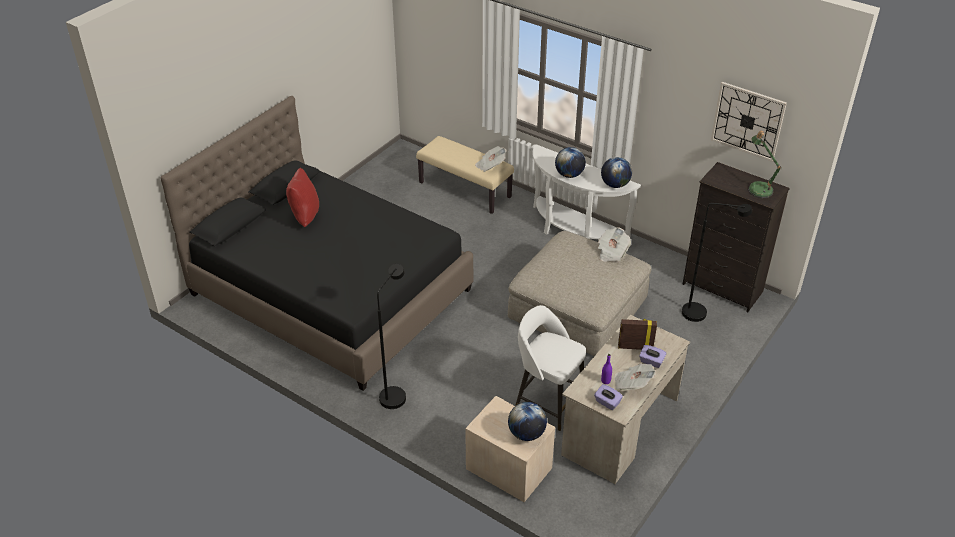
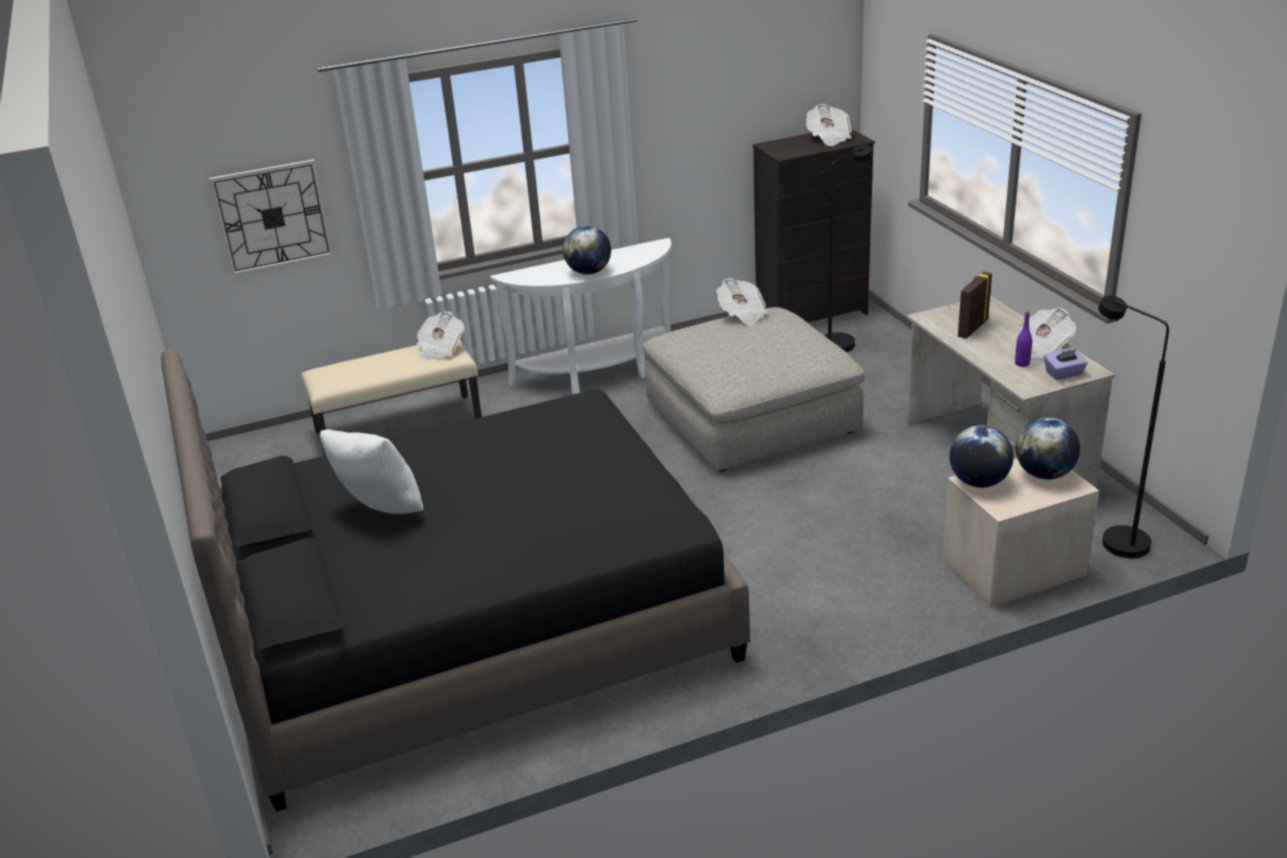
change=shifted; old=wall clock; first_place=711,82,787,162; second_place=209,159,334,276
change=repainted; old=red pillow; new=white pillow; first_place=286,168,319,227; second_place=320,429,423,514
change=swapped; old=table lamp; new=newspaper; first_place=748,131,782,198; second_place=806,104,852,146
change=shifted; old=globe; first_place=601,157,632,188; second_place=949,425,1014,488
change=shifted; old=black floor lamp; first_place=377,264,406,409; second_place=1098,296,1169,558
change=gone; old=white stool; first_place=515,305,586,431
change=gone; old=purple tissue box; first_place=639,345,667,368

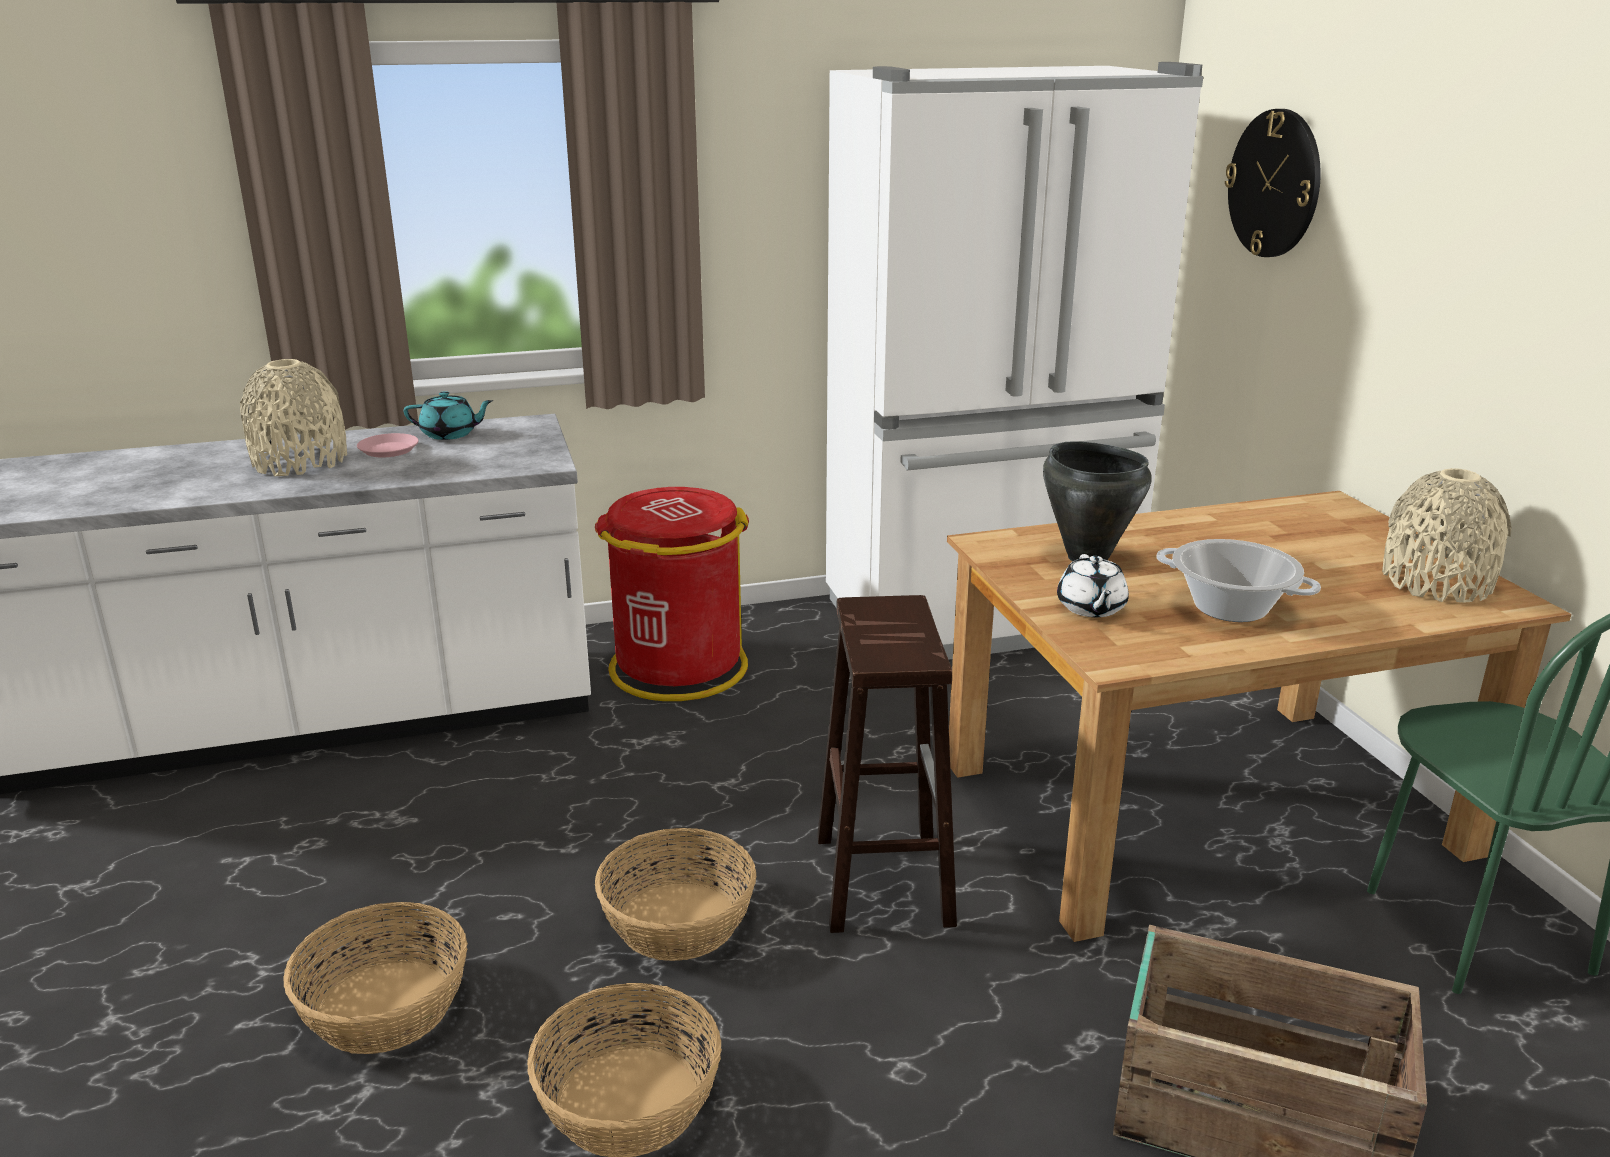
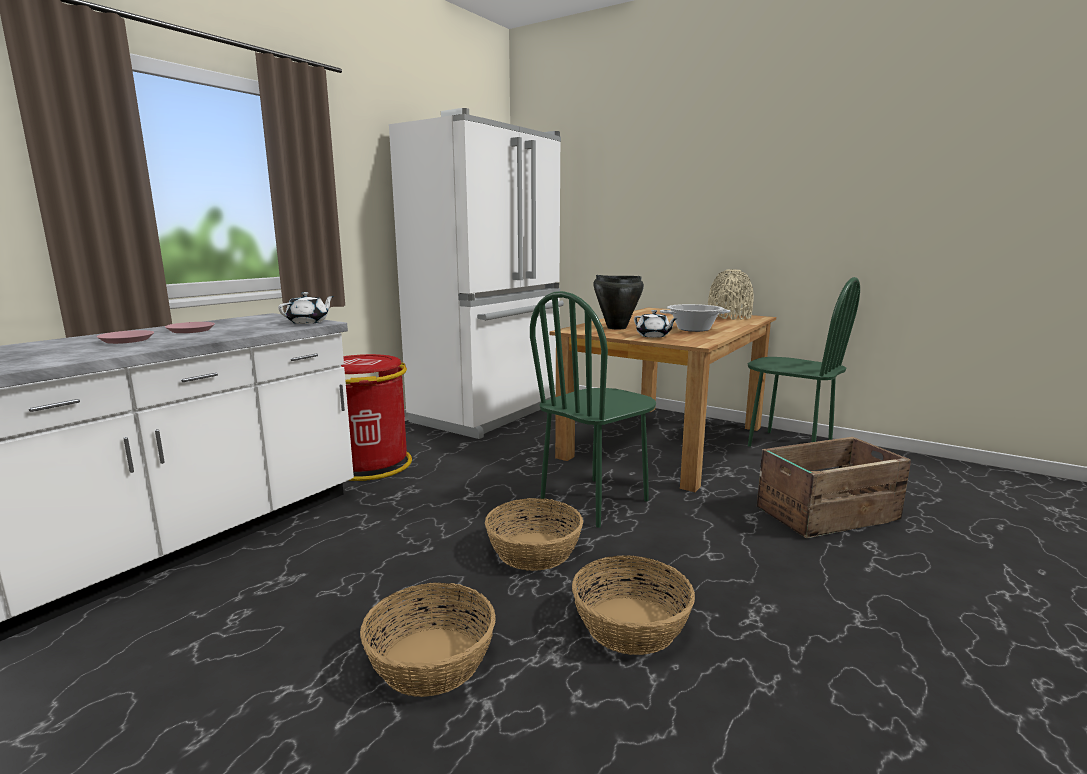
change=swapped; old=beige vase; new=pink plate; first_place=240,359,347,476; second_place=97,330,154,344
change=new; new=white teapot; second_place=278,292,334,324
change=swapped; old=brown stool; new=green chair; first_place=817,595,957,933; second_place=530,291,656,528
change=gone; old=turquoise teapot; first_place=404,391,494,440
change=gone; old=wall clock; first_place=1225,109,1321,257

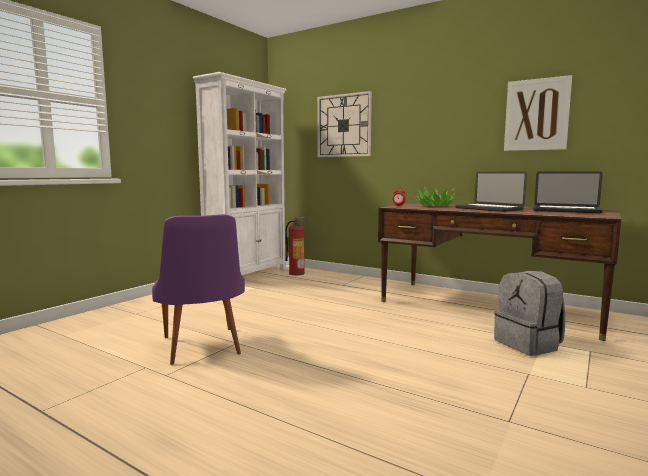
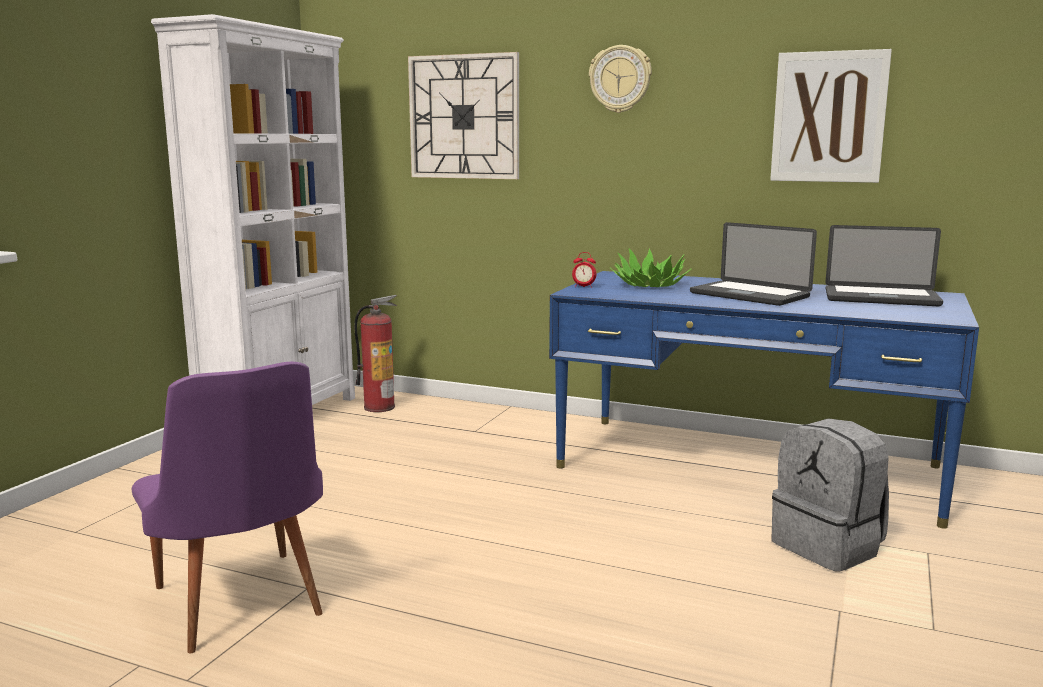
change=repainted; old=brown desk; new=blue desk; first_place=378,203,621,341; second_place=549,271,979,529
change=new; new=wall clock; second_place=589,45,652,113

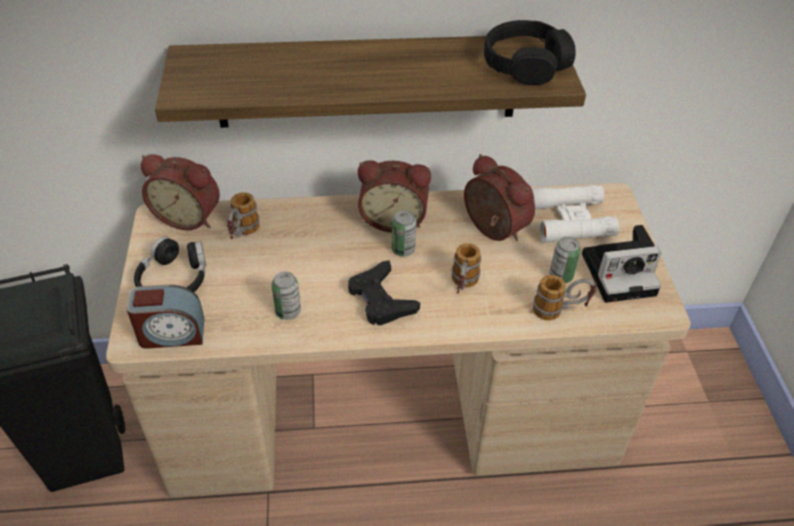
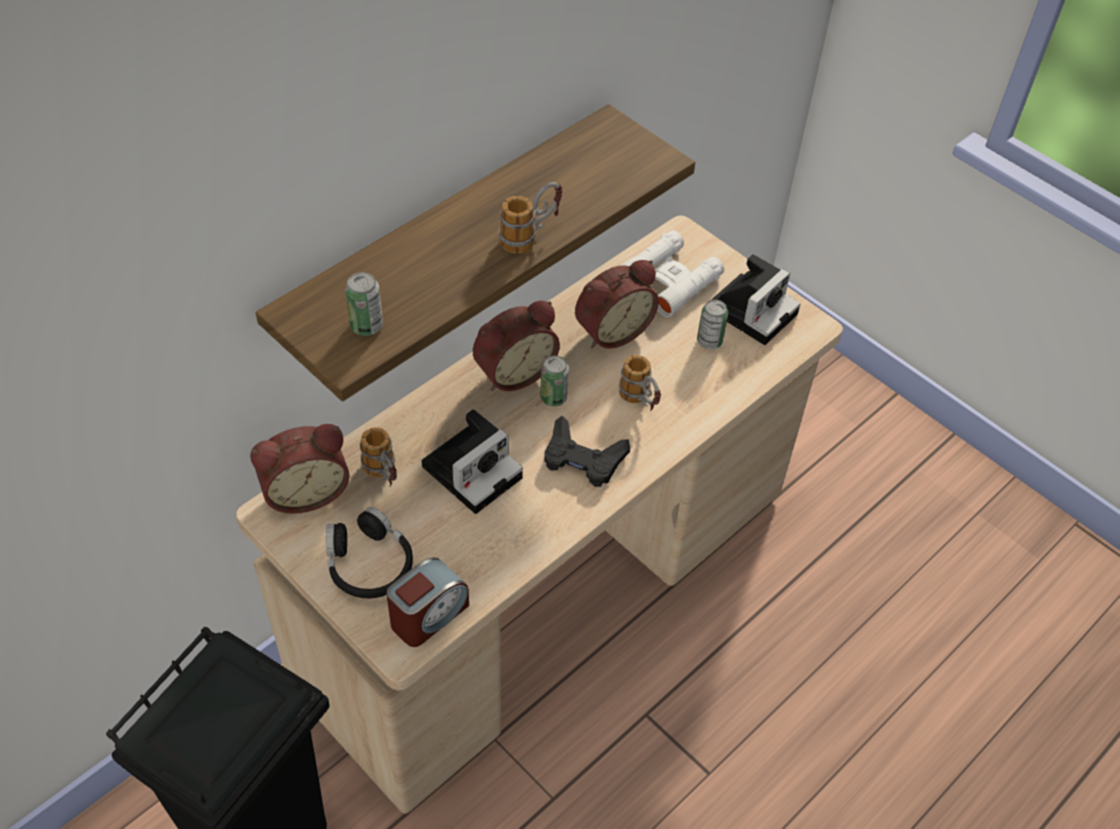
change=shifted; old=can; first_place=272,271,301,320; second_place=345,272,383,336
change=new; new=photo camera; second_place=422,409,523,514
change=shifted; old=mug; first_place=533,275,597,321; second_place=499,182,562,254
change=rotated; old=alarm clock; first_place=464,154,535,241; second_place=575,260,659,349; degrees=135
change=gone; old=black headphones; first_place=484,20,576,85

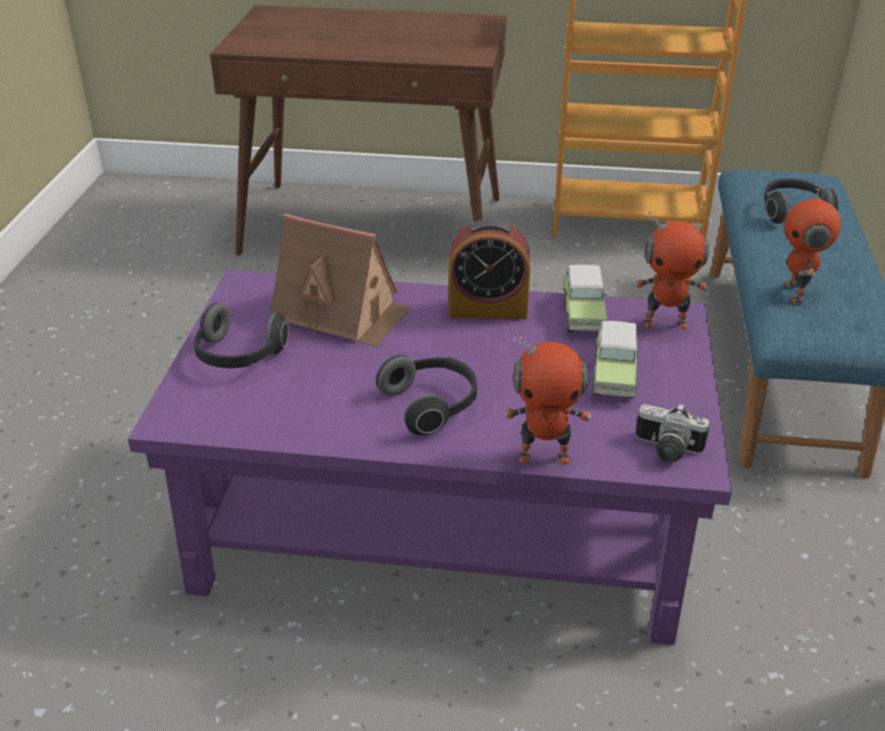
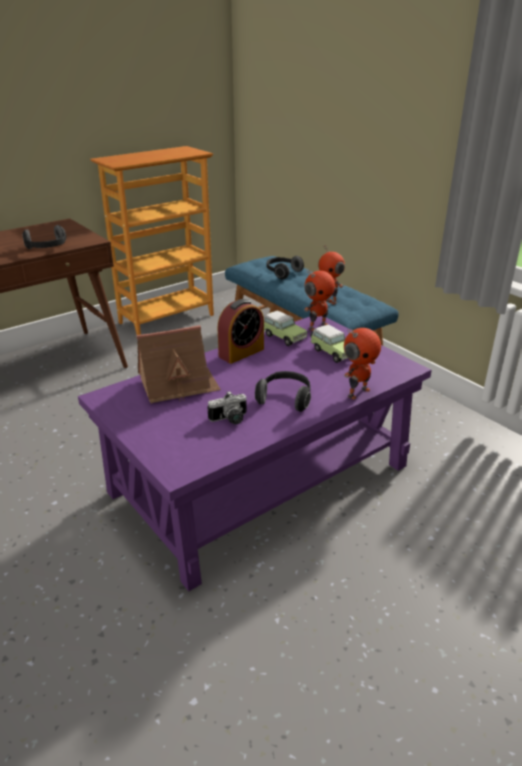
change=shifted; old=headphones; first_place=194,303,289,368; second_place=22,225,66,249
change=shifted; old=photo camera; first_place=636,403,709,463; second_place=207,392,247,424

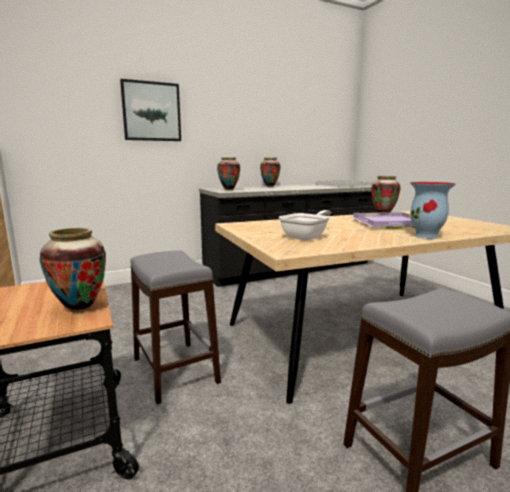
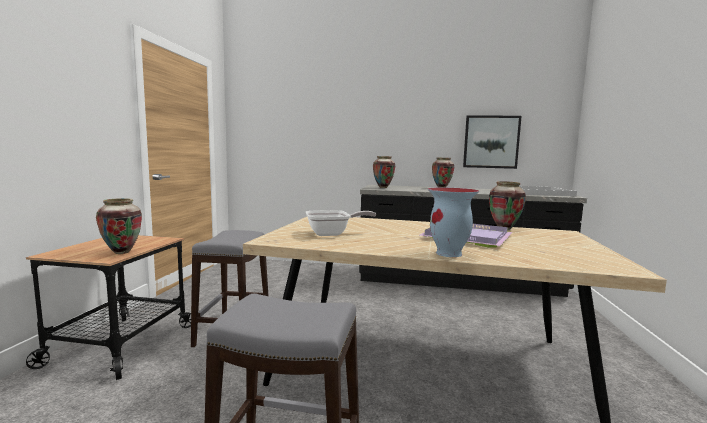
change=shifted; old=picture; first_place=120,79,181,141; second_place=463,115,522,169

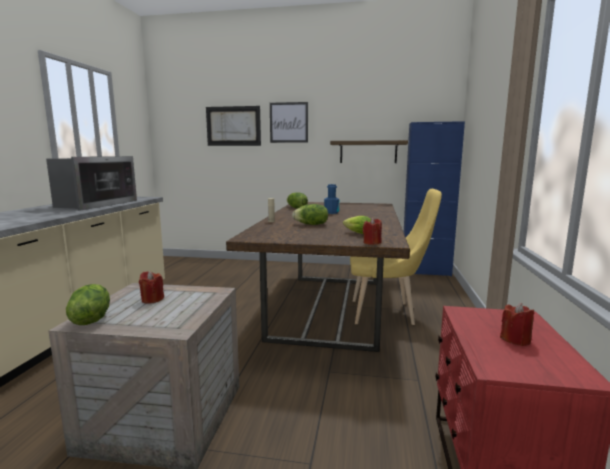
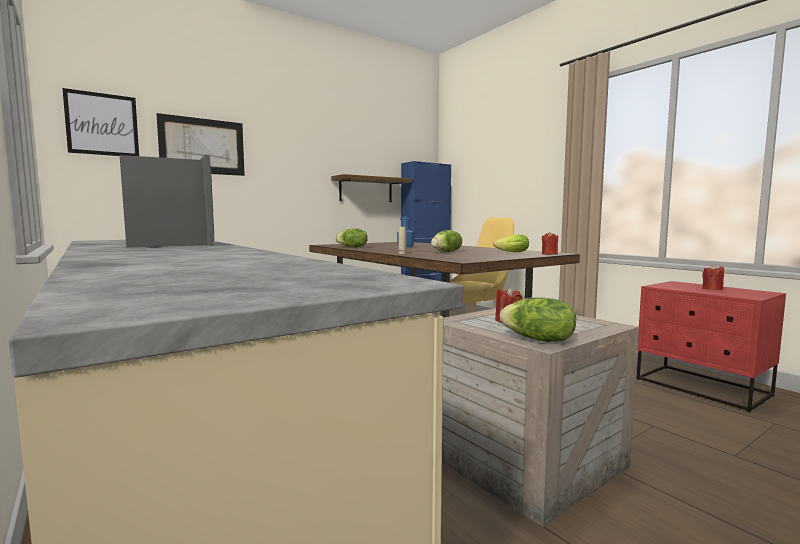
change=shifted; old=picture; first_place=270,102,308,143; second_place=62,88,139,156

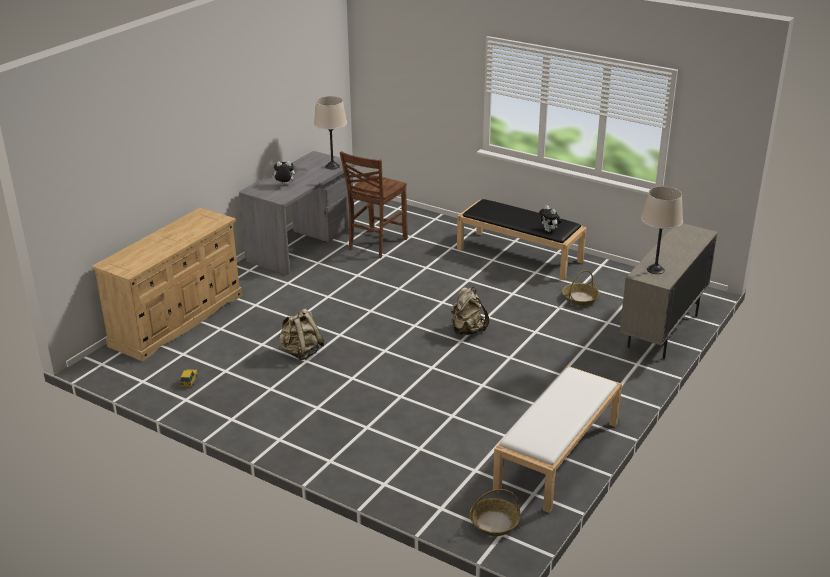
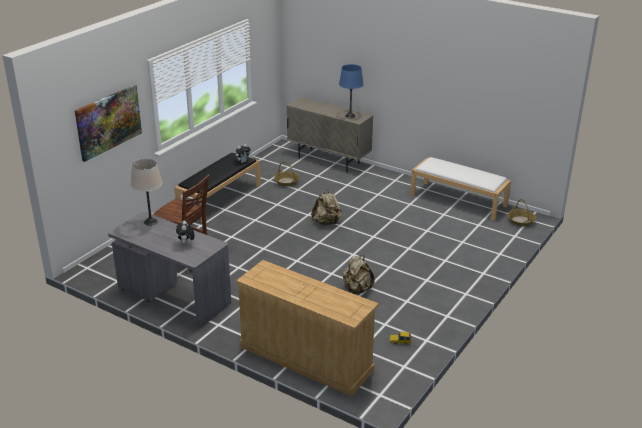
change=new; new=picture; second_place=75,85,142,162
change=repainted; old=beige table lamp; new=blue table lamp; first_place=641,186,683,274; second_place=339,64,364,118

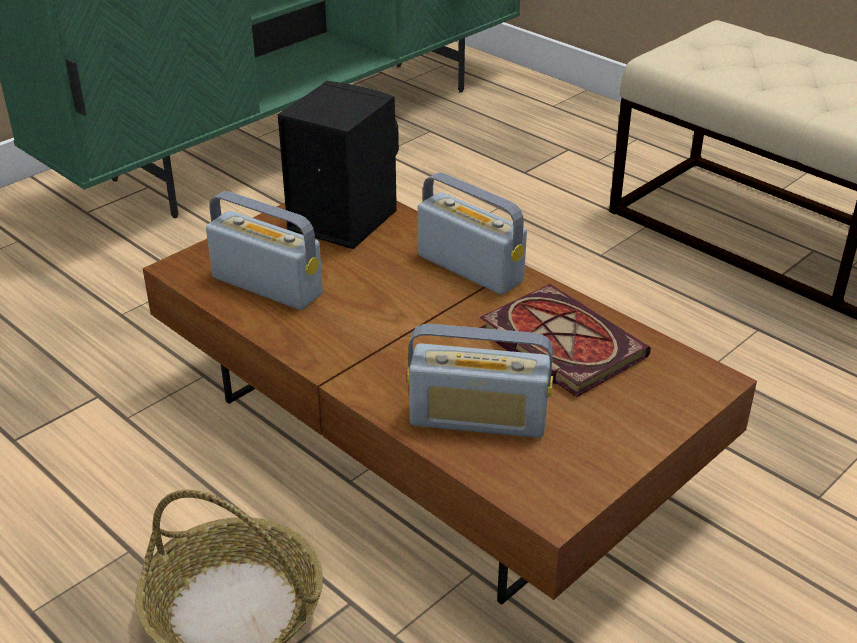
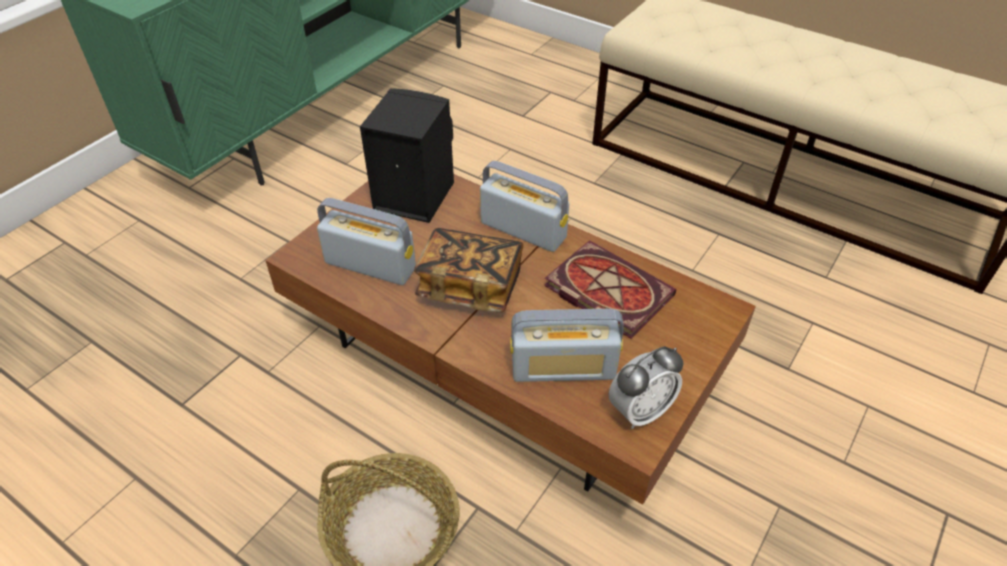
change=new; new=book; second_place=414,228,523,312
change=new; new=alarm clock; second_place=609,346,684,429

